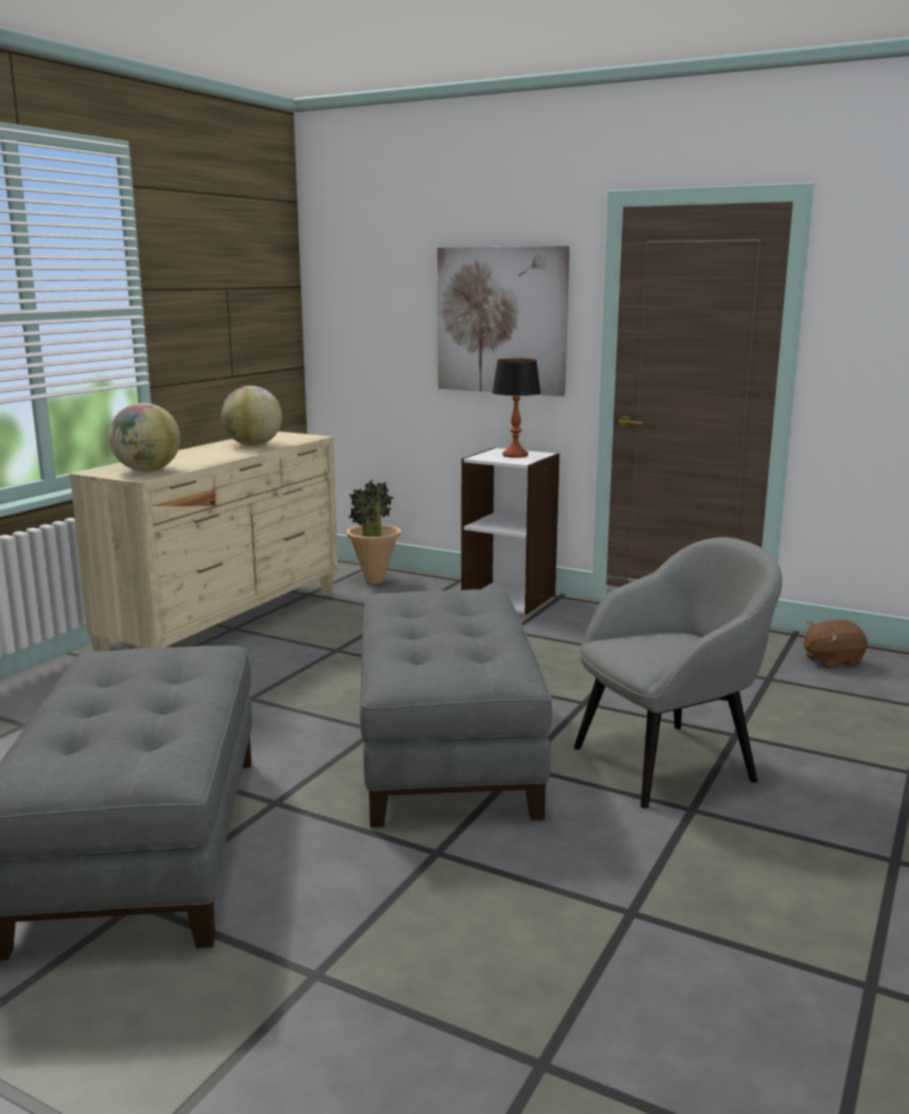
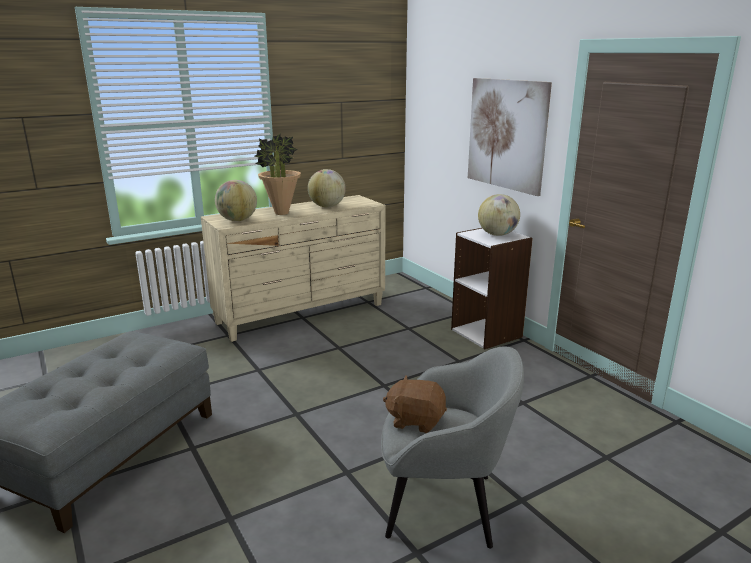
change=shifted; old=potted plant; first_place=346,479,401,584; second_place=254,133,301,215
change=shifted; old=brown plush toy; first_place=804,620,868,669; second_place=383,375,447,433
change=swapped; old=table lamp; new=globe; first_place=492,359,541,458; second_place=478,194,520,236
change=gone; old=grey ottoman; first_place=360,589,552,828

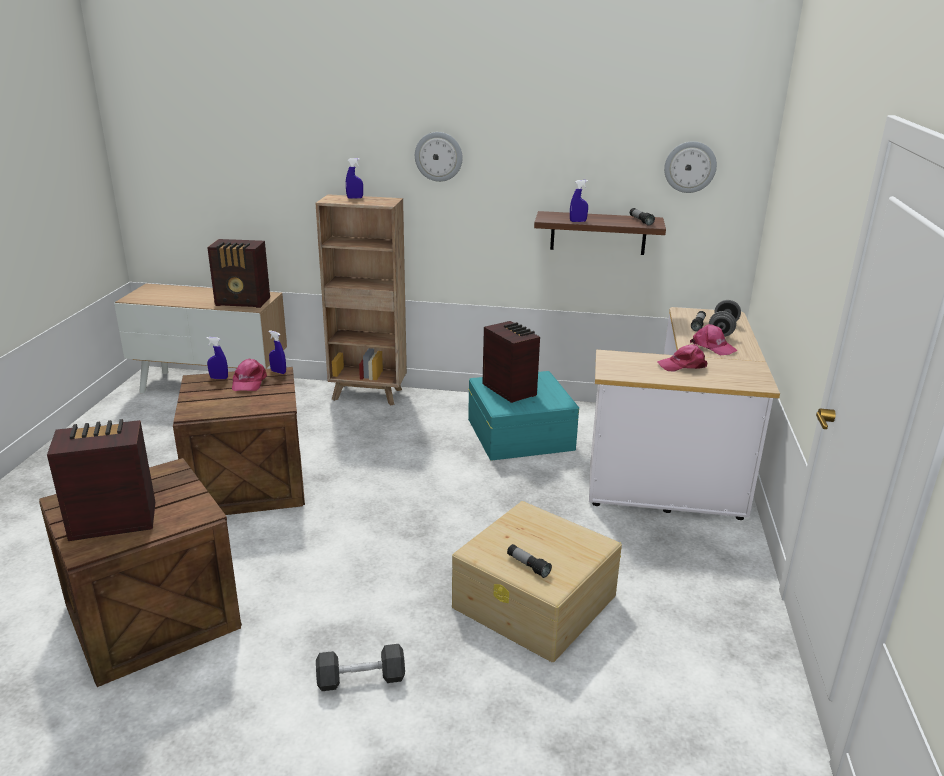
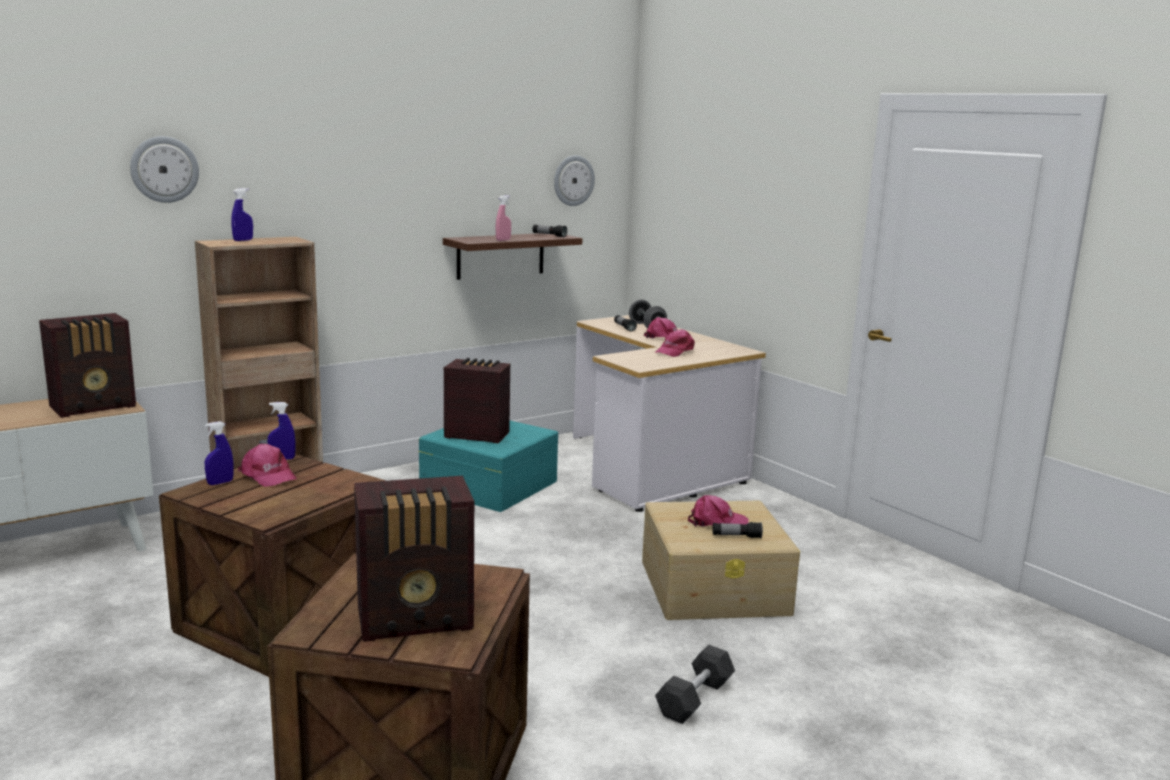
change=shifted; old=wall clock; first_place=415,132,463,182; second_place=130,136,199,203
change=rotated; old=radio; first_place=47,419,156,541; second_place=354,476,474,642; degrees=-135
change=repainted; old=blue spray bottle; new=pink spray bottle; first_place=570,180,588,222; second_place=496,195,511,241
change=new; new=pink cap; second_place=688,495,749,527

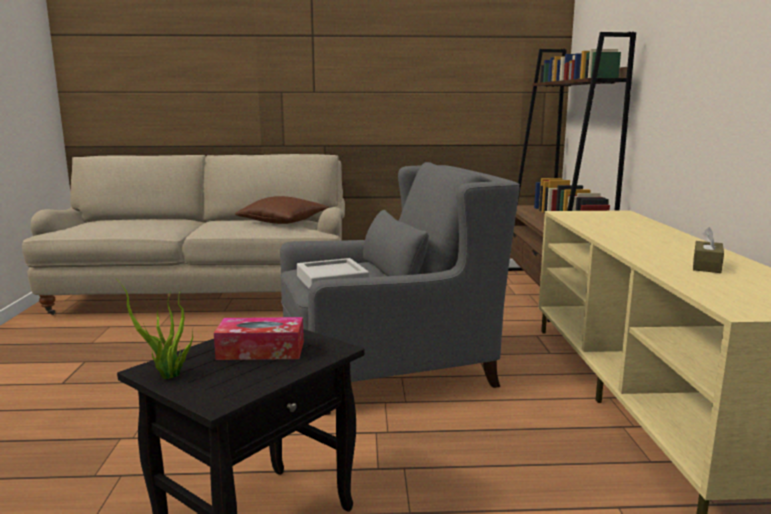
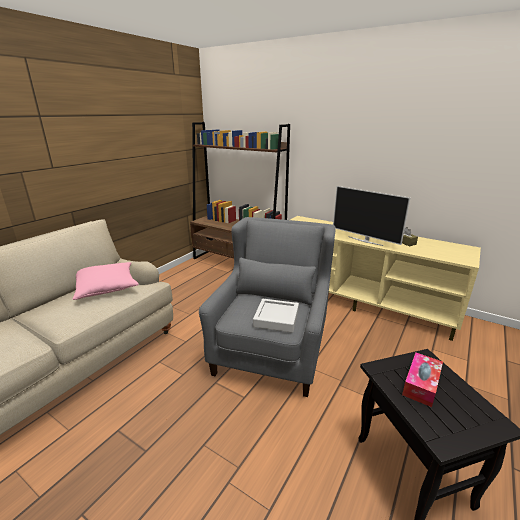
change=repainted; old=brown pillow; new=pink pillow; first_place=235,196,329,224; second_place=72,262,139,300
change=new; new=television; second_place=333,186,410,246
change=gone; old=potted plant; first_place=118,281,193,379

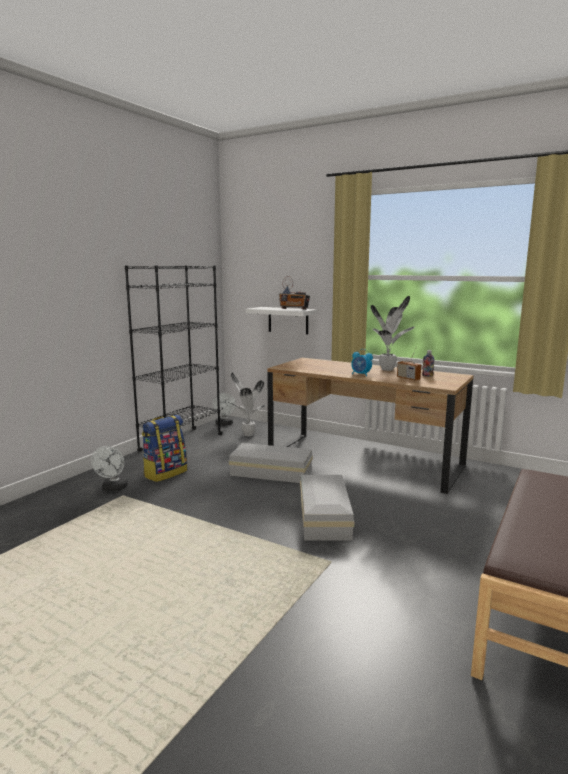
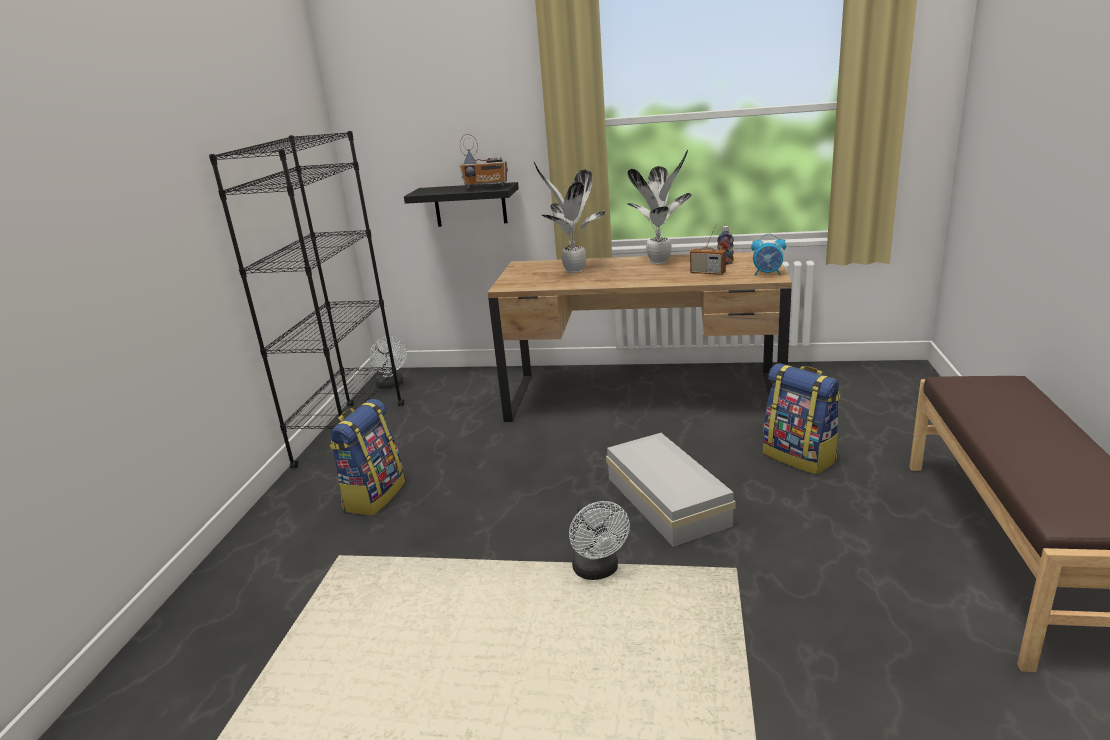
change=repainted; old=white shelf; new=black shelf; first_place=246,307,317,335; second_place=404,182,519,227
change=shifted; old=potted plant; first_place=229,372,265,436; second_place=534,162,606,273
change=shifted; old=white fan; first_place=91,446,128,491; second_place=569,501,630,580
change=shifted; old=alarm clock; first_place=351,349,373,376; second_place=751,234,786,275
change=new; new=backpack; second_place=763,363,841,475
change=gone; old=white storage box; first_place=229,443,313,483

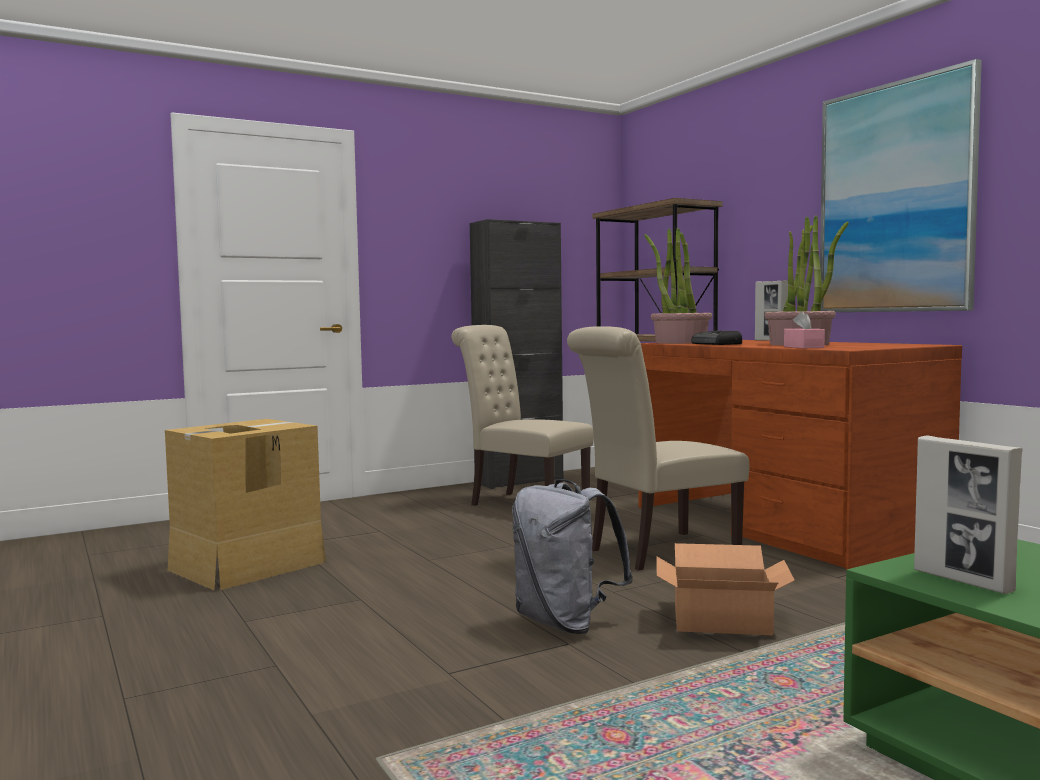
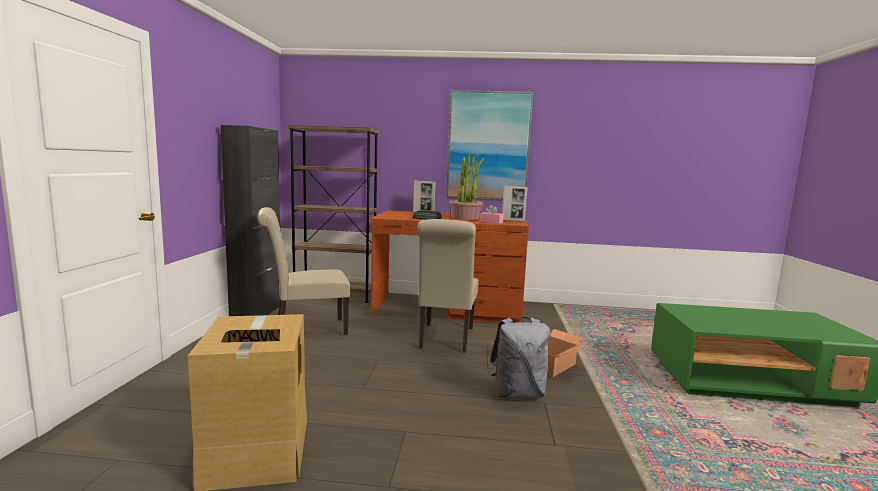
change=shifted; old=picture frame; first_place=914,435,1023,594; second_place=502,186,528,221
change=gone; old=potted plant; first_place=644,228,712,344

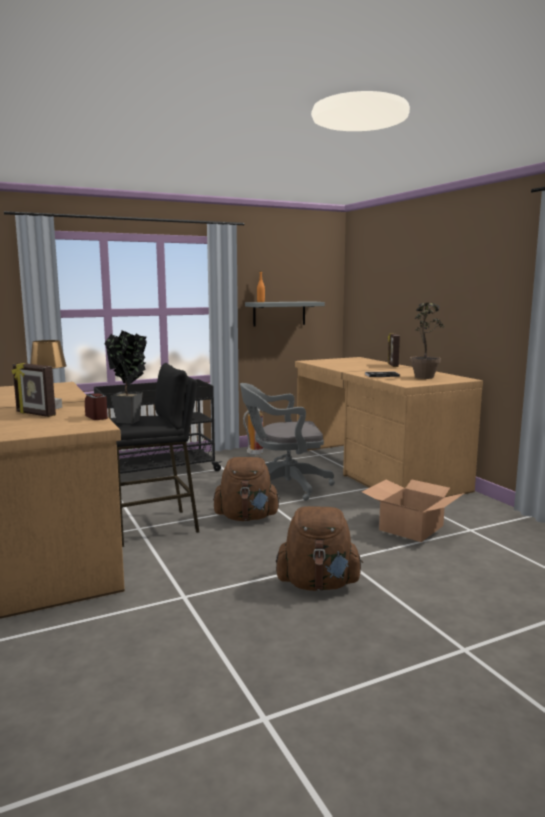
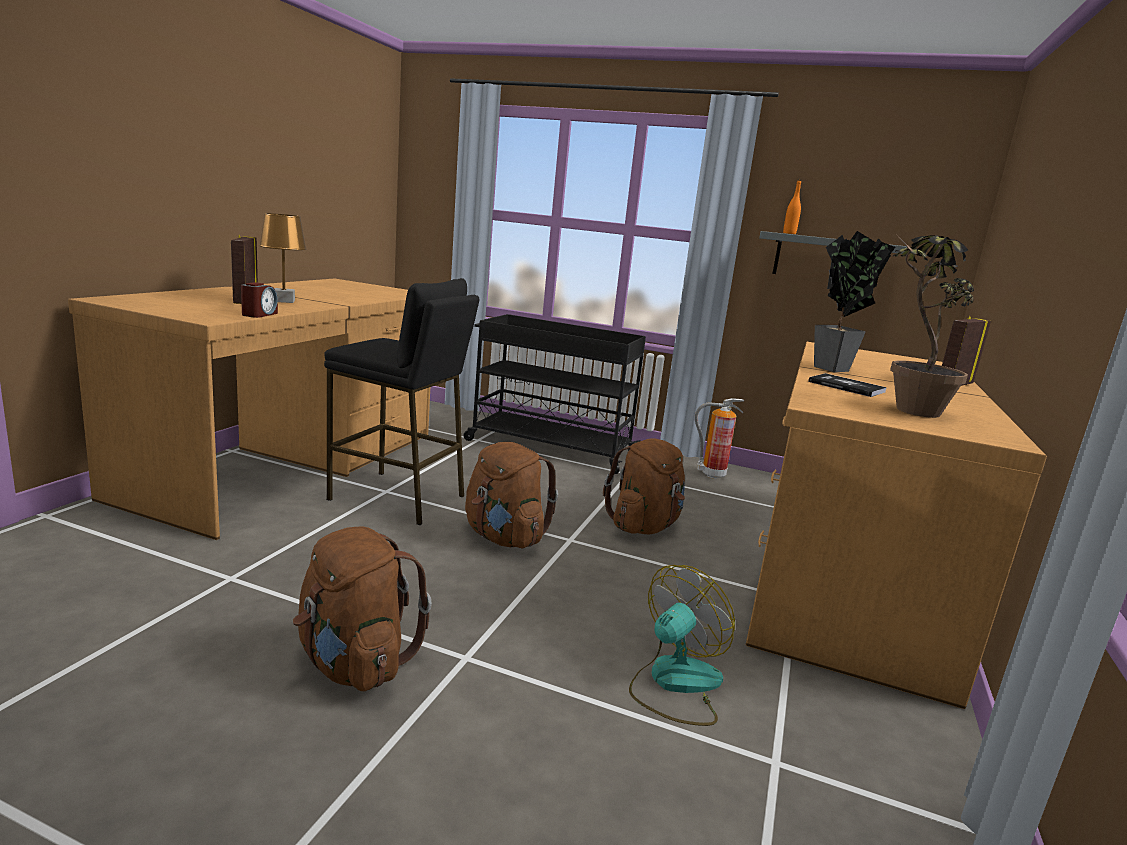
change=swapped; old=grey office chair; new=brown backpack; first_place=240,383,335,501; second_place=603,438,685,534
change=swapped; old=cardboard box; new=fan; first_place=362,479,465,542; second_place=629,565,735,726
change=shifted; old=potted plant; first_place=104,330,147,424; second_place=814,231,896,372

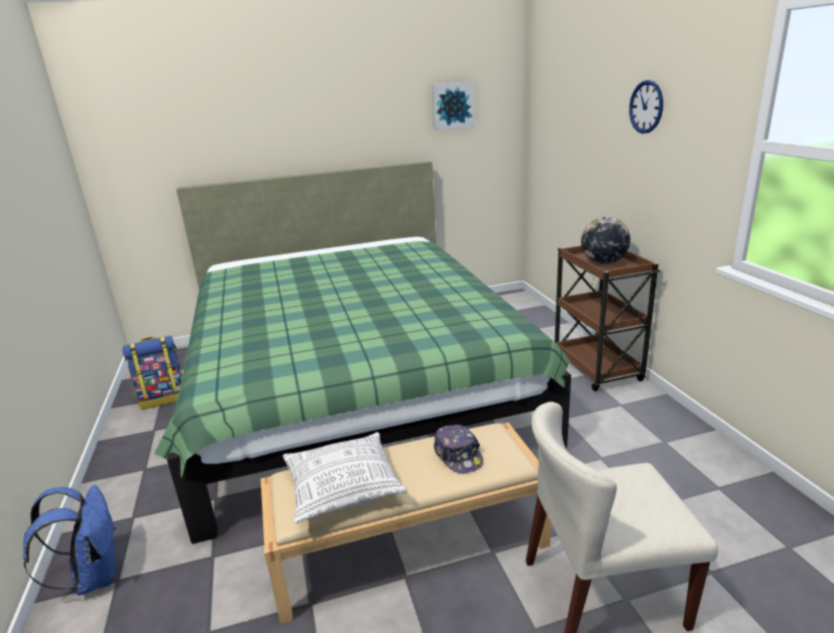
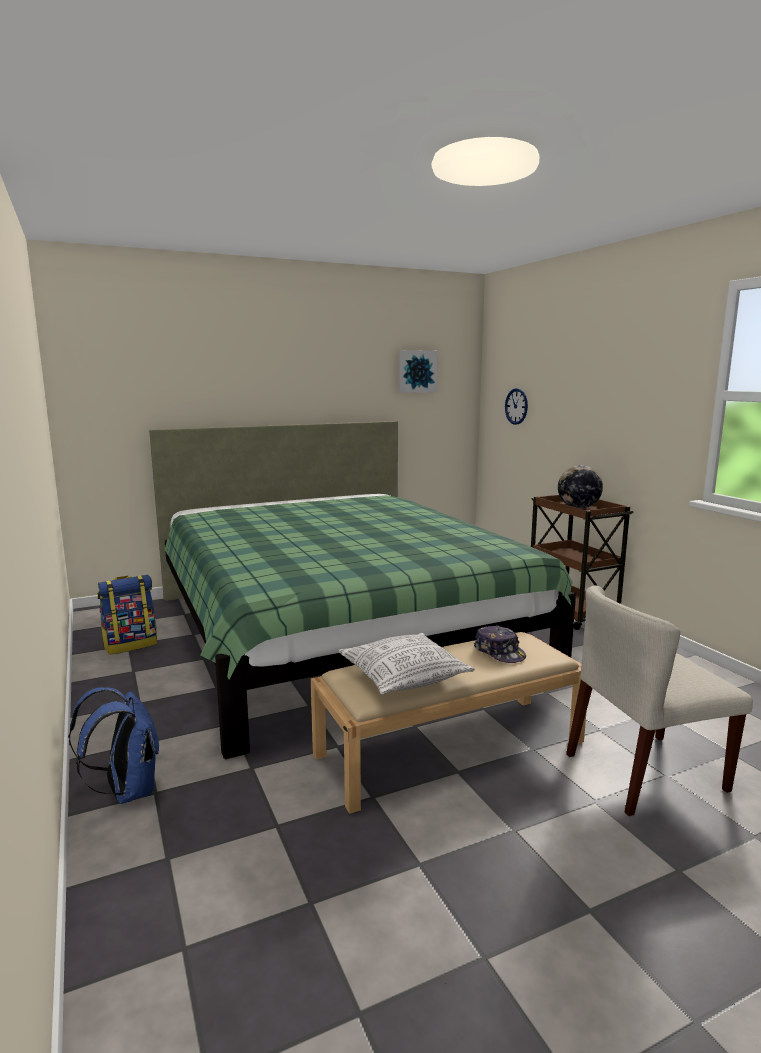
change=shifted; old=wall clock; first_place=629,80,663,134; second_place=505,388,528,425

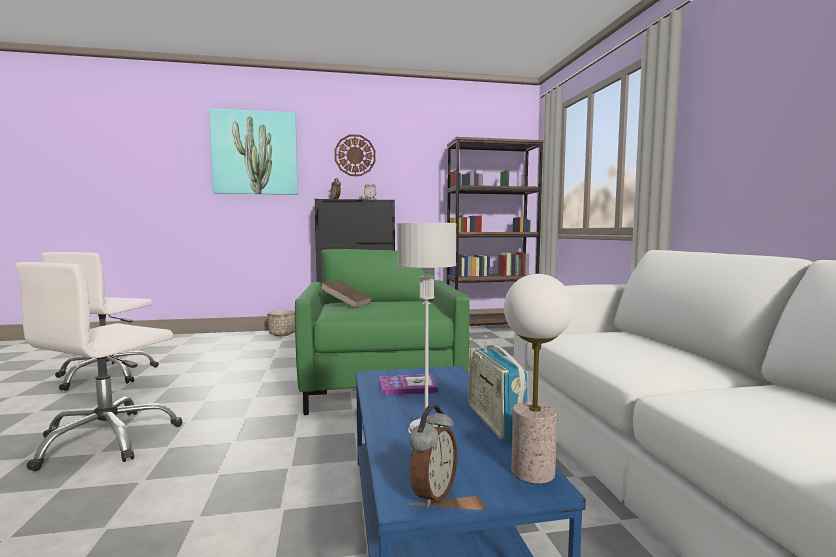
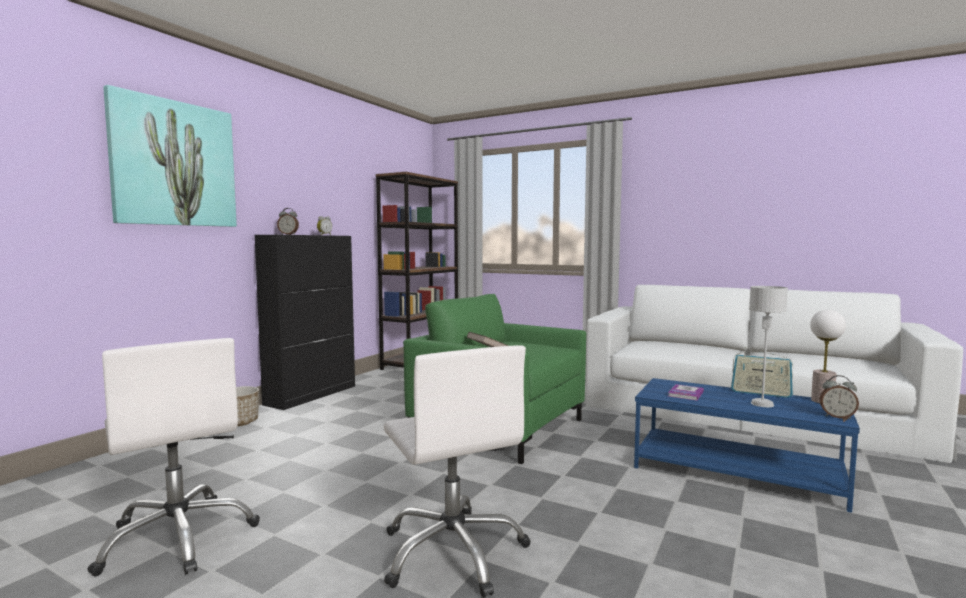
change=rotated; old=alarm clock; first_place=409,405,457,508; second_place=819,375,859,419; degrees=135
change=gone; old=wall clock; first_place=334,134,376,176

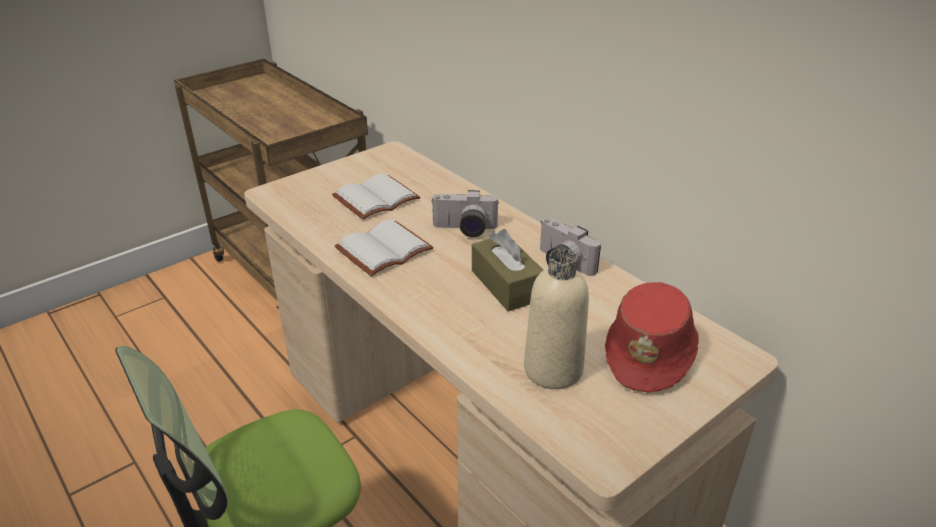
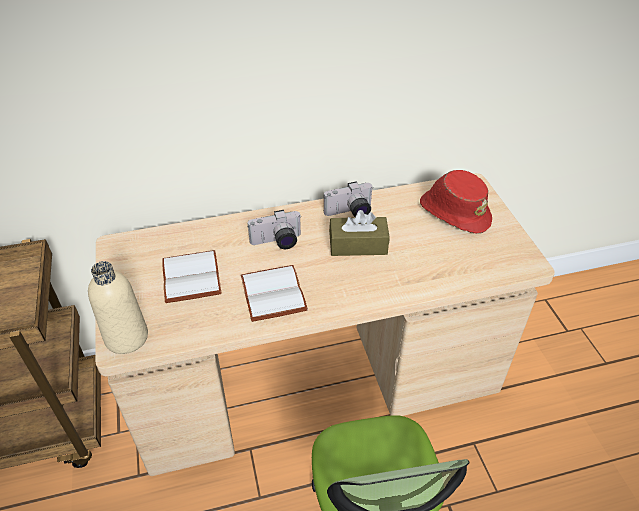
change=shifted; old=beige bottle; first_place=524,249,589,389; second_place=88,261,148,354
change=rotated; old=photo camera; first_place=431,190,500,237; second_place=247,210,302,249; degrees=45

